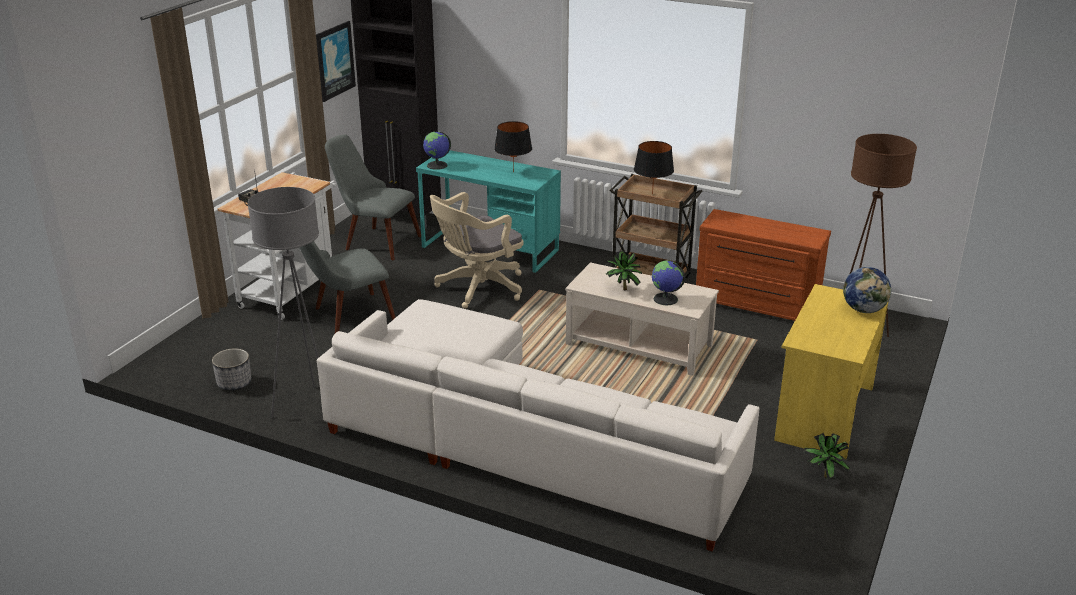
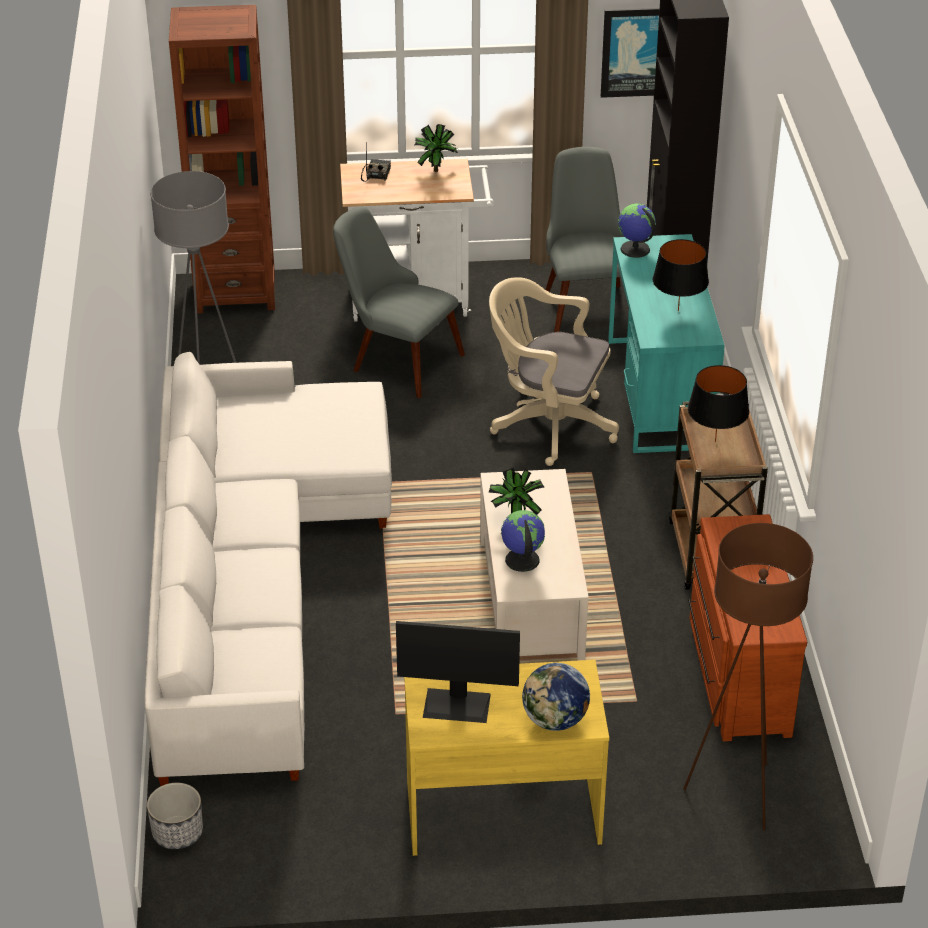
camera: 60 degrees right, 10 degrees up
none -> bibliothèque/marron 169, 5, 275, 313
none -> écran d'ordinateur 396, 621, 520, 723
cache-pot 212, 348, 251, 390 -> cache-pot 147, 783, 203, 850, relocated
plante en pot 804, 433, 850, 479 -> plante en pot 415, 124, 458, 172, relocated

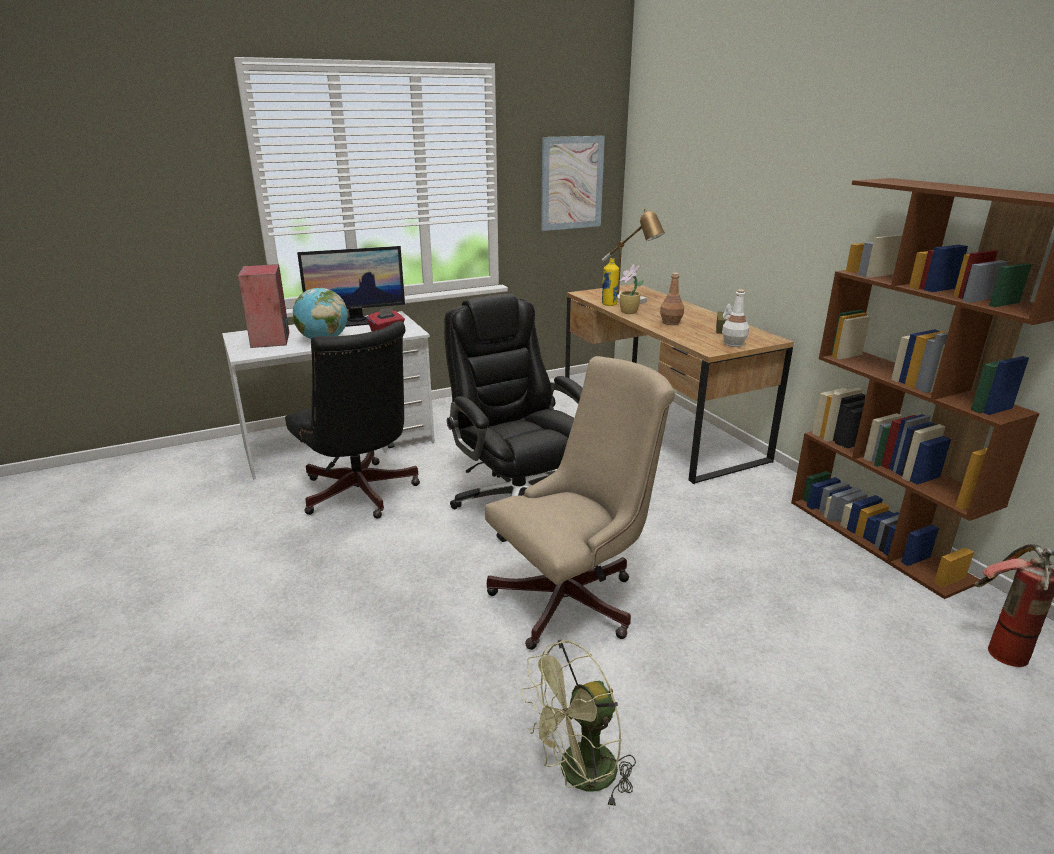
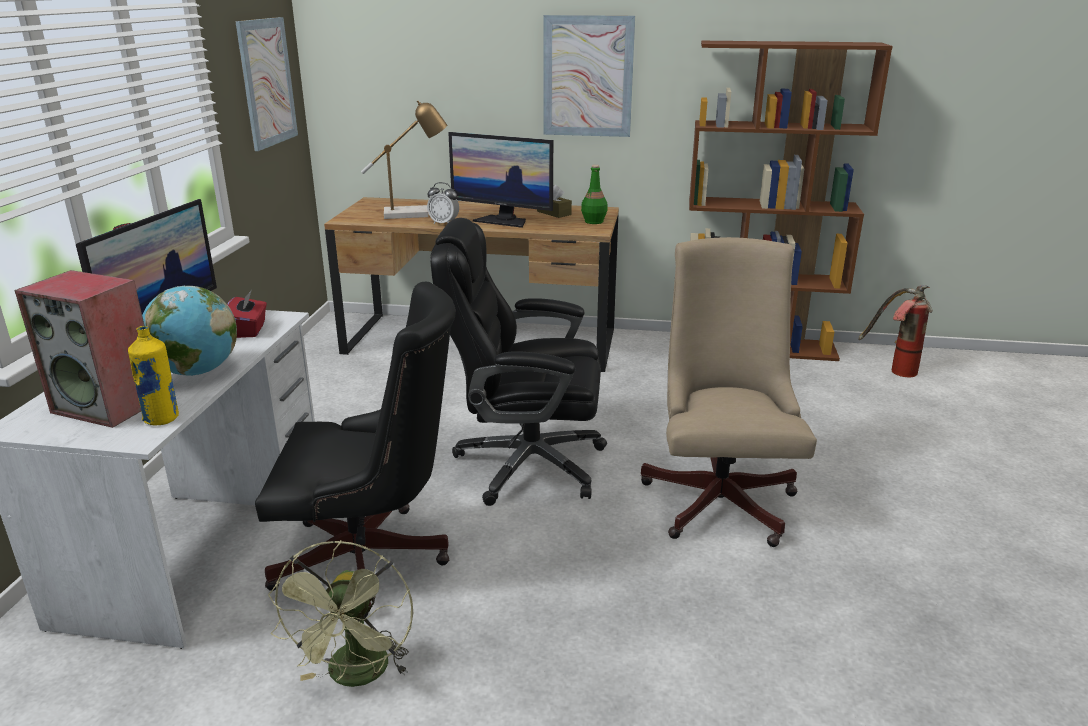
camera: 55 degrees left, 0 degrees up
none -> tableau 543, 15, 635, 137
ventilateur/vert 521, 639, 636, 810 -> ventilateur/vert 268, 540, 413, 687, relocated
bouteille/jaune 602, 258, 619, 306 -> bouteille/jaune 128, 326, 179, 425, relocated
plante en pot 619, 264, 644, 314 -> réveil 427, 182, 459, 224
bouteille/marron 660, 272, 684, 325 -> écran d'ordinateur 448, 132, 553, 228
bouteille/blanc 722, 289, 749, 347 -> bouteille/vert 581, 165, 608, 224

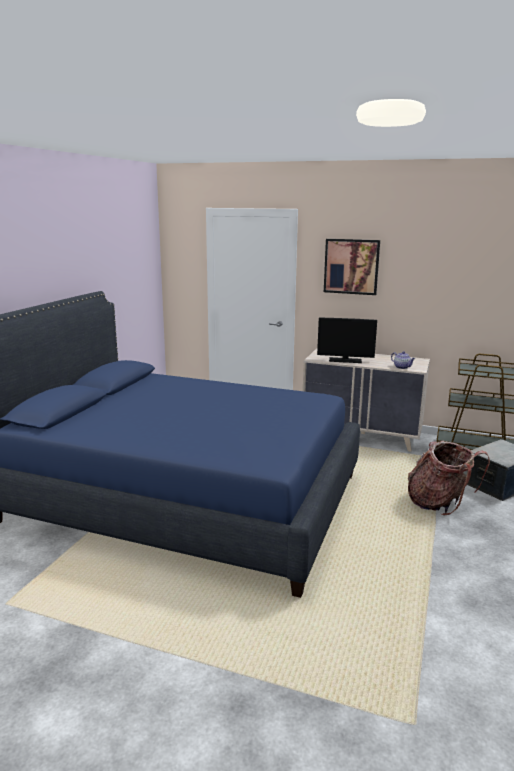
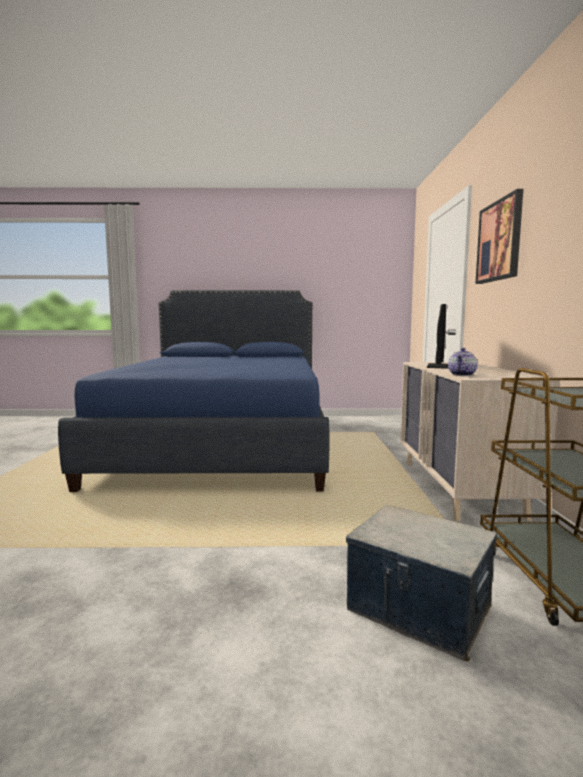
camera: 70 degrees right, 10 degrees down
sac à dos 408, 441, 490, 516 -> none
écran d'ordinateur 317, 317, 377, 363 -> écran d'ordinateur 427, 304, 448, 369, 150 degrees counterclockwise

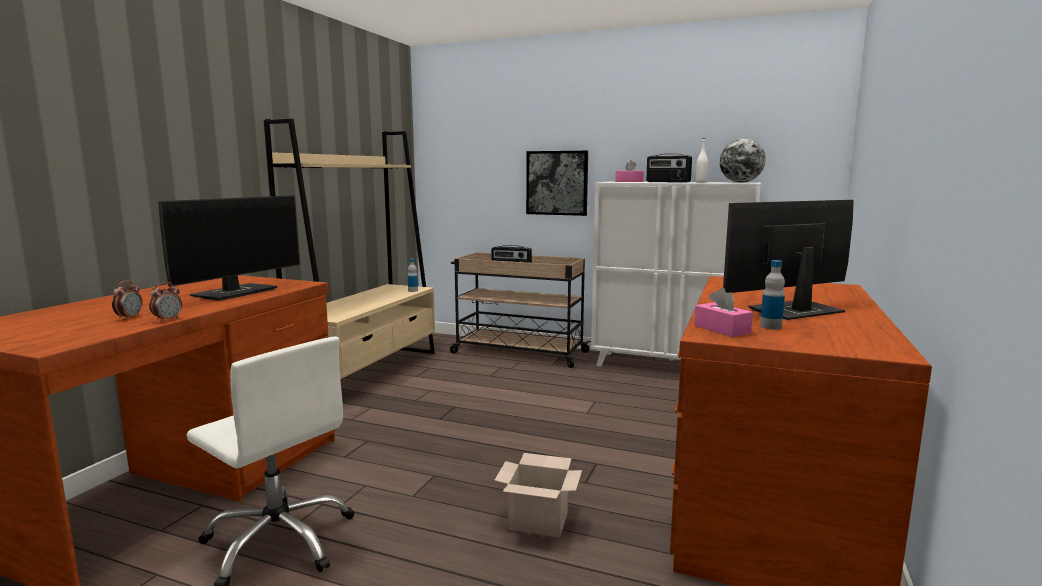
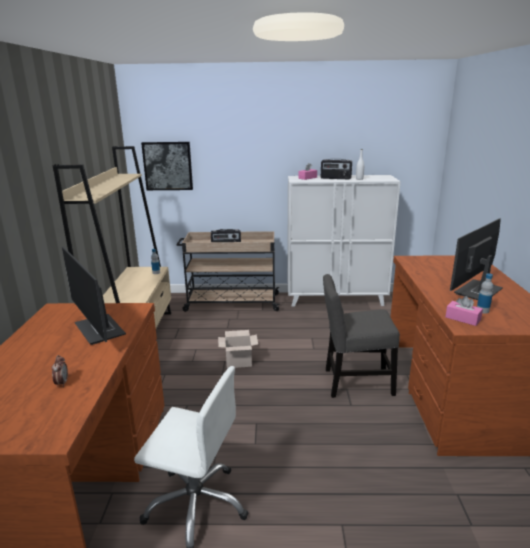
camera: 20 degrees left, 10 degrees up
réveil 149, 282, 182, 322 -> none
globe 720, 138, 766, 183 -> none
none -> chaise/gris 323, 274, 400, 398
carton 494, 453, 582, 537 -> carton 218, 330, 258, 368, relocated
tableau 526, 151, 588, 216 -> tableau 141, 142, 193, 190, relocated
écran d'ordinateur 158, 195, 300, 301 -> écran d'ordinateur 62, 247, 126, 345, 135 degrees clockwise

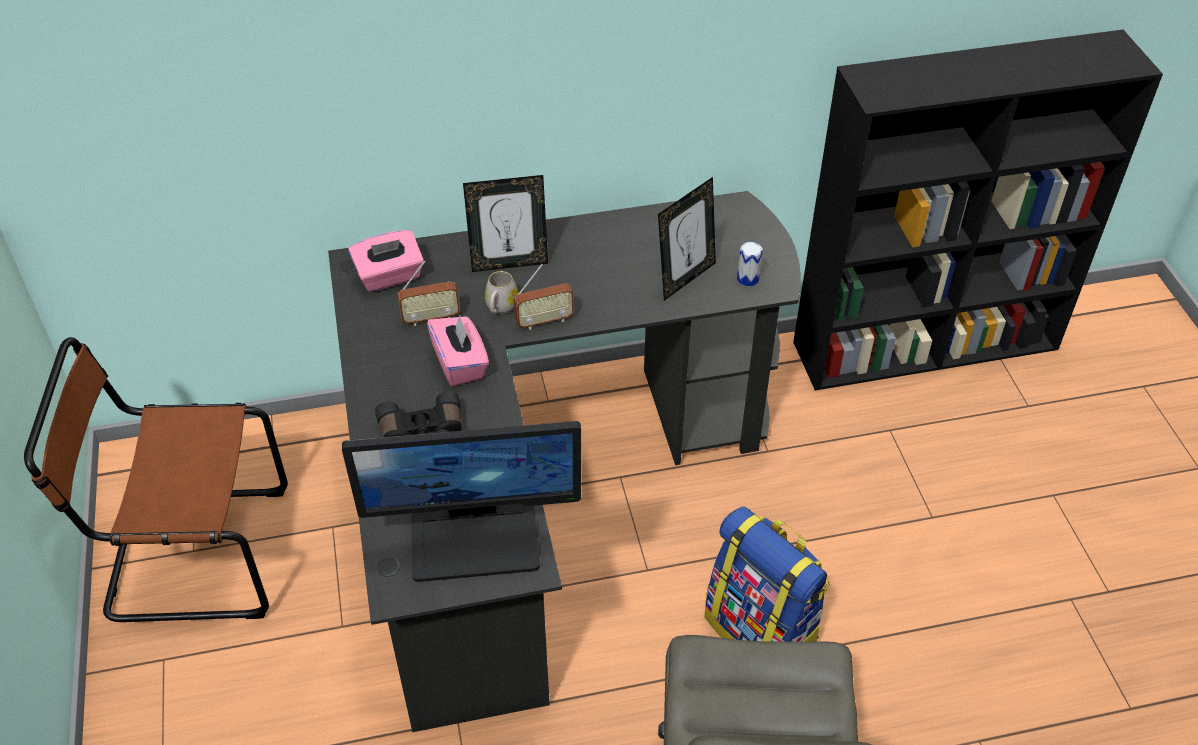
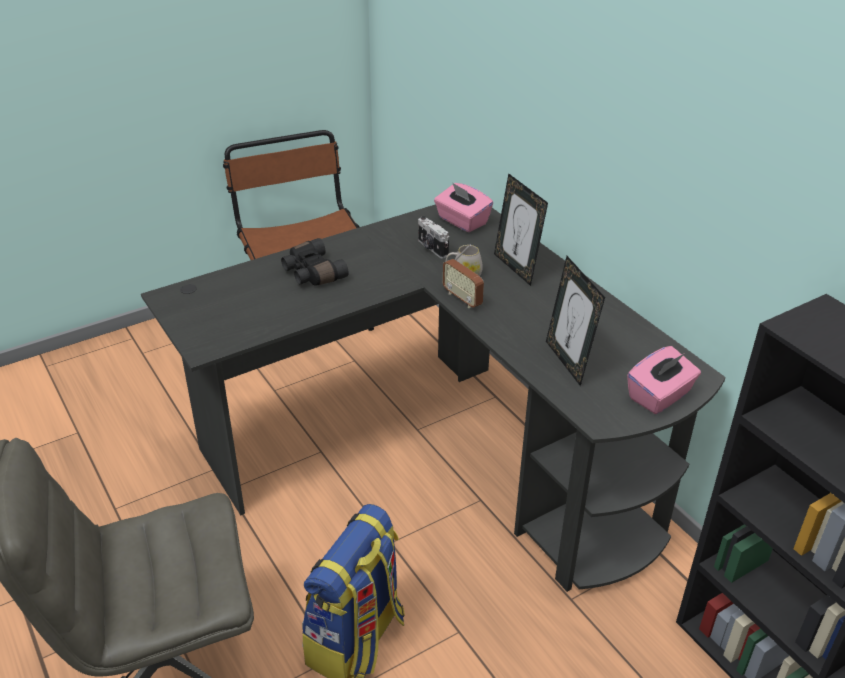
camera: 70 degrees right, 10 degrees down
écran d'ordinateur 342, 421, 581, 582 -> none
boîte métallique 737, 242, 763, 286 -> none
boîte à mouchoirs/rose 427, 315, 489, 386 -> boîte à mouchoirs/rose 627, 346, 701, 414, relocated
radio 398, 261, 460, 326 -> appareil photo 418, 216, 449, 259
cadre photo 658, 177, 716, 301 -> cadre photo 546, 256, 605, 386, 45 degrees clockwise

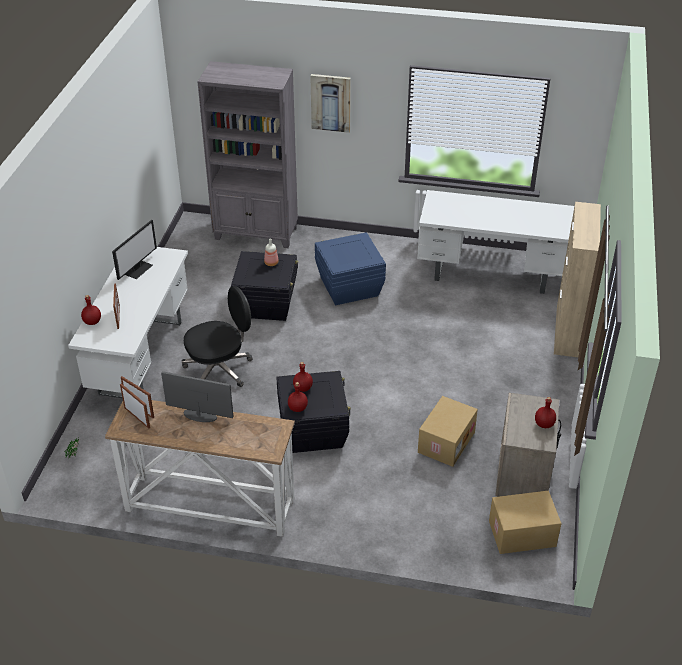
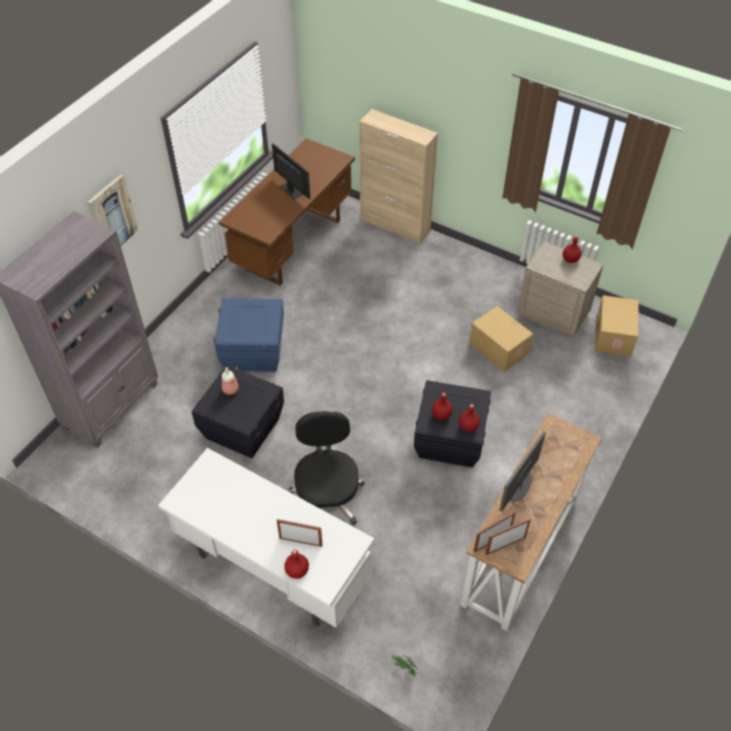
camera: 70 degrees left, 10 degrees up
écran d'ordinateur 112, 220, 157, 280 -> écran d'ordinateur 272, 143, 310, 199, relocated
bureau/blanc 417, 190, 574, 294 -> bureau/marron 219, 138, 355, 286

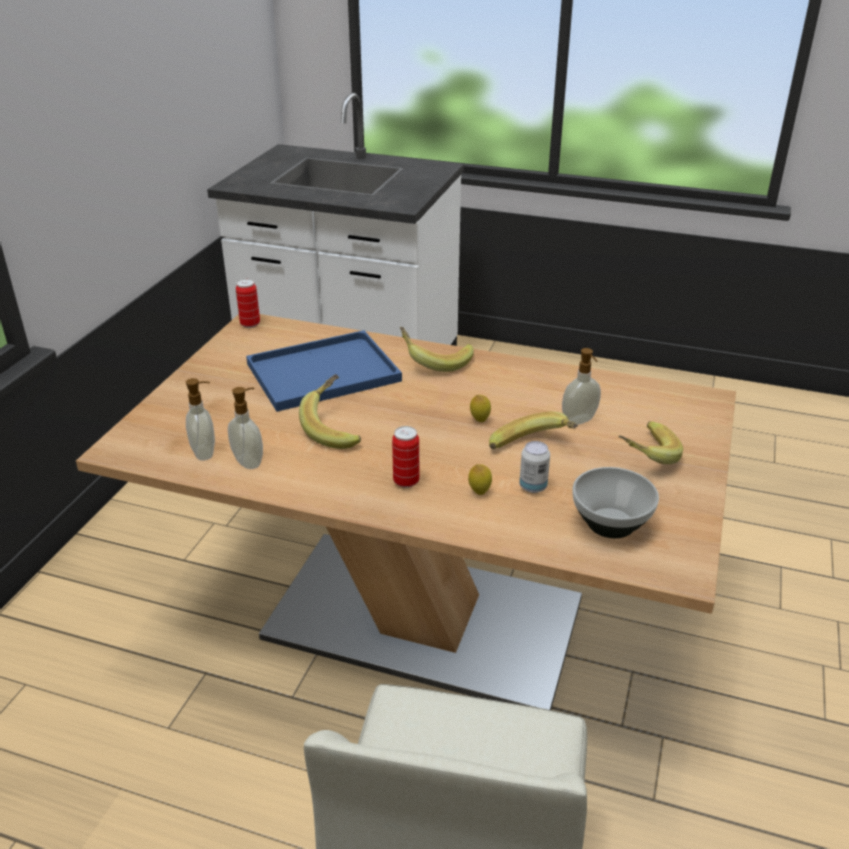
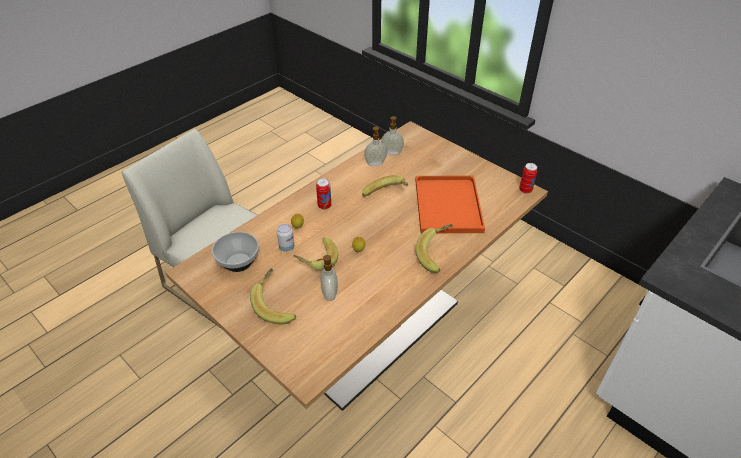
camera: 115 degrees right, 10 degrees up
plateau/bleu 246, 330, 402, 412 -> plateau/orange 415, 176, 485, 233

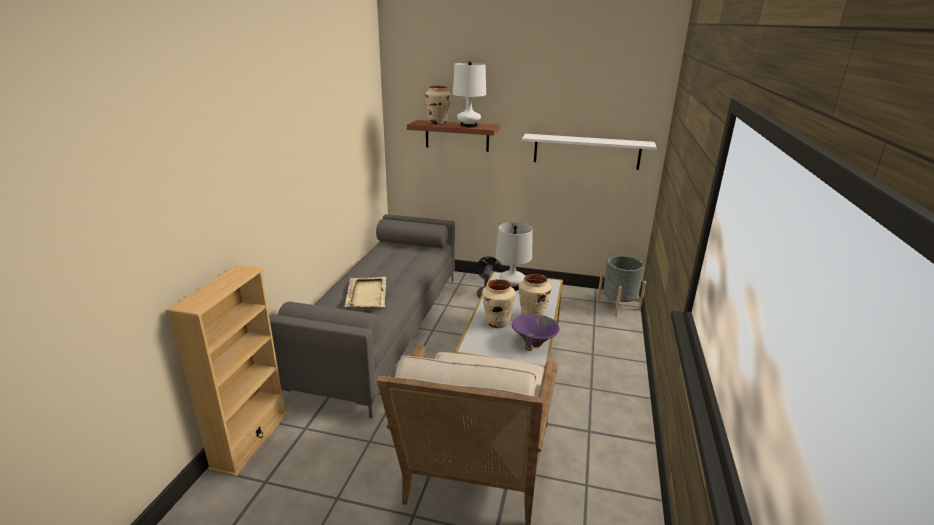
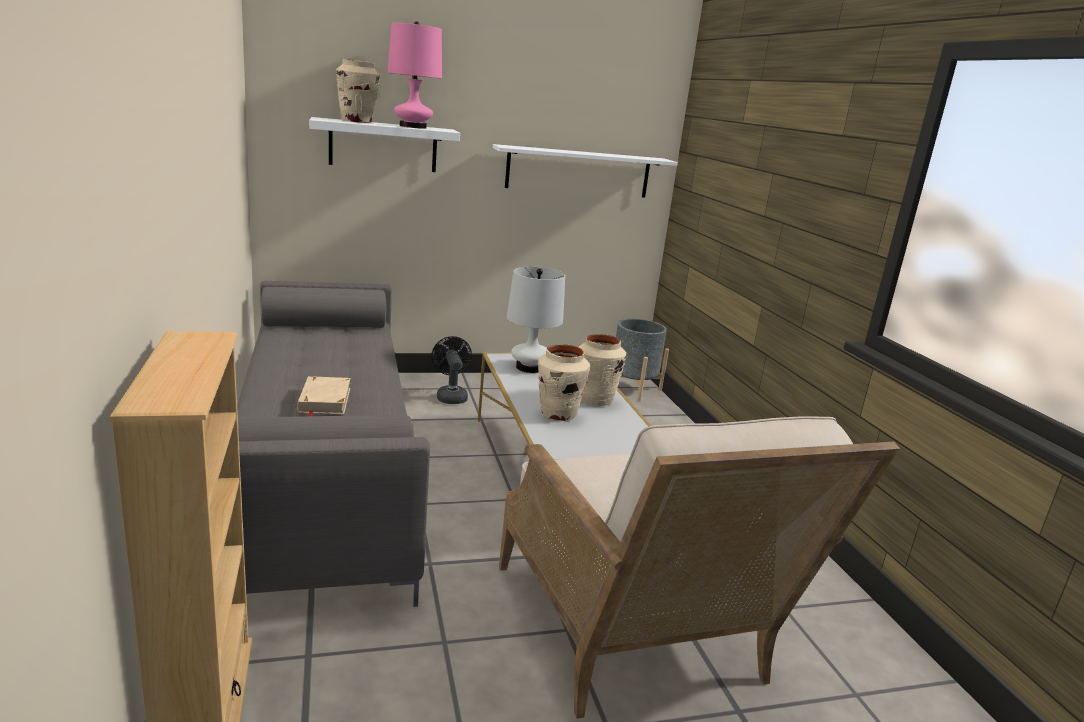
camera: 30 degrees left, 5 degrees down
bol/violet 512, 314, 560, 351 -> none
plateau/beige 345, 277, 386, 308 -> livre/beige 297, 376, 351, 416
étagère/marron 407, 120, 500, 152 -> étagère/blanc 309, 117, 460, 172
lampe de table/blanc 453, 61, 486, 128 -> lampe de table/rose 387, 21, 442, 129

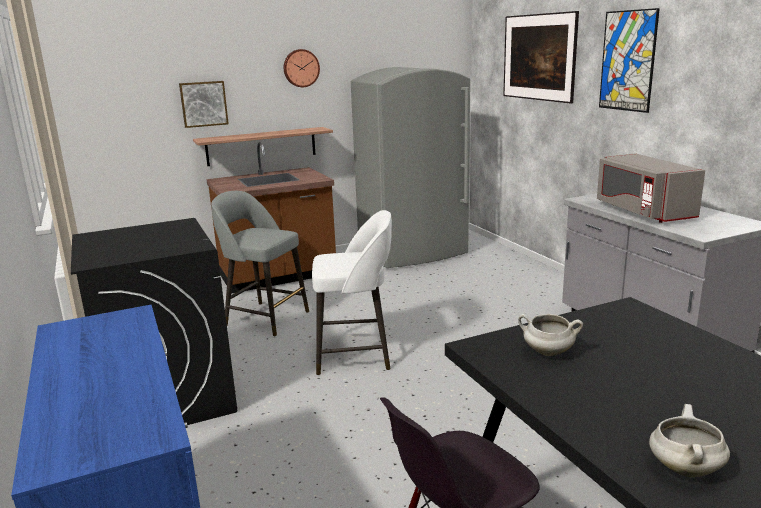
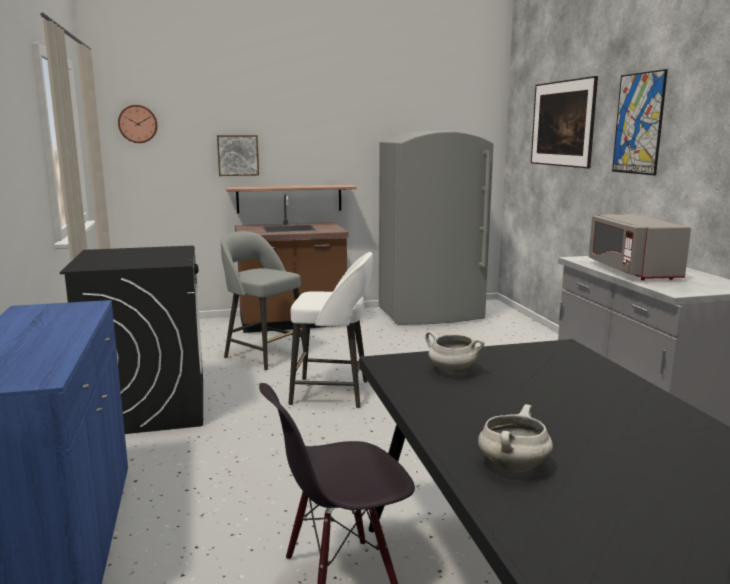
camera: 10 degrees right, 5 degrees down
horloge murale 284, 49, 320, 87 -> horloge murale 118, 105, 158, 143, relocated

